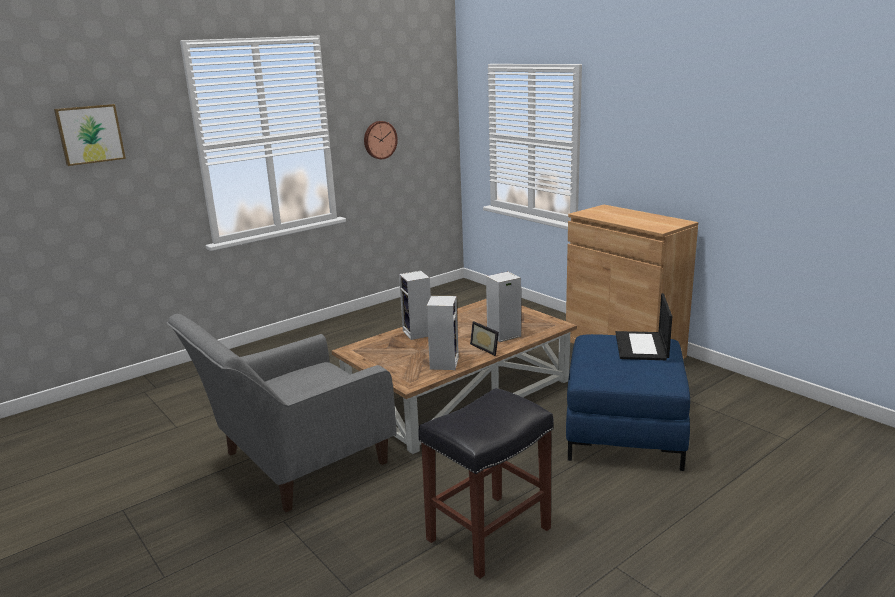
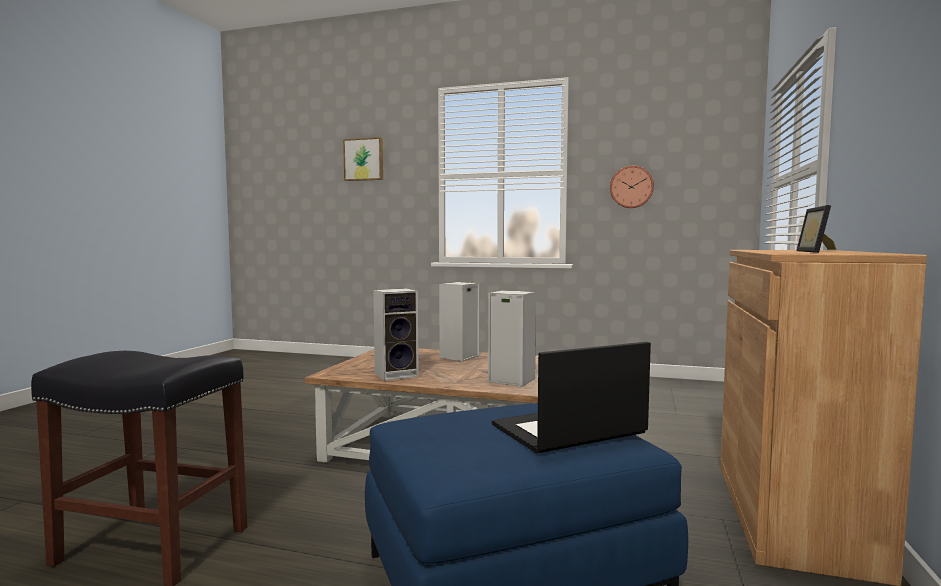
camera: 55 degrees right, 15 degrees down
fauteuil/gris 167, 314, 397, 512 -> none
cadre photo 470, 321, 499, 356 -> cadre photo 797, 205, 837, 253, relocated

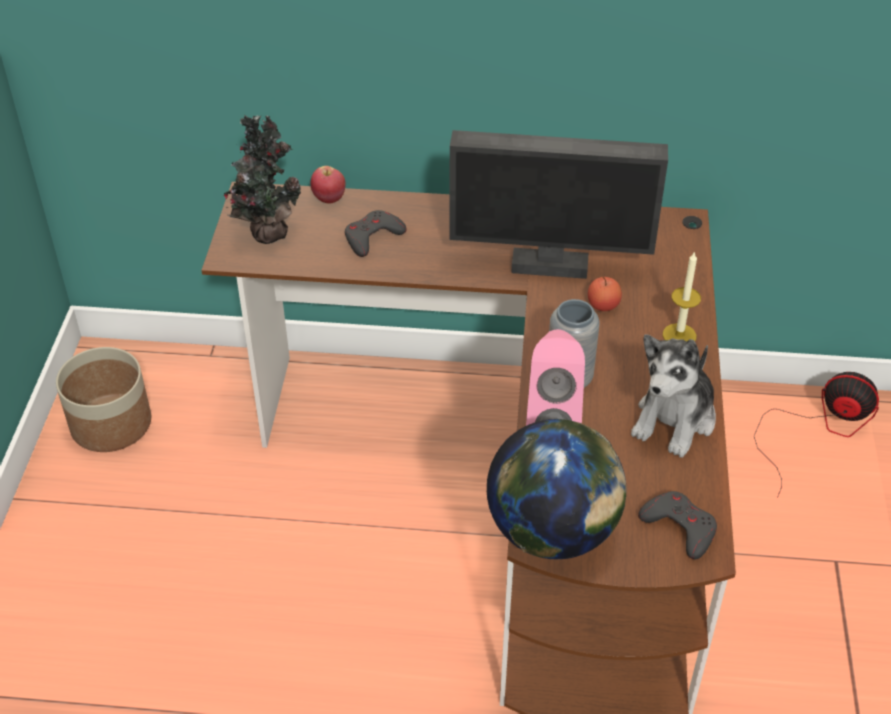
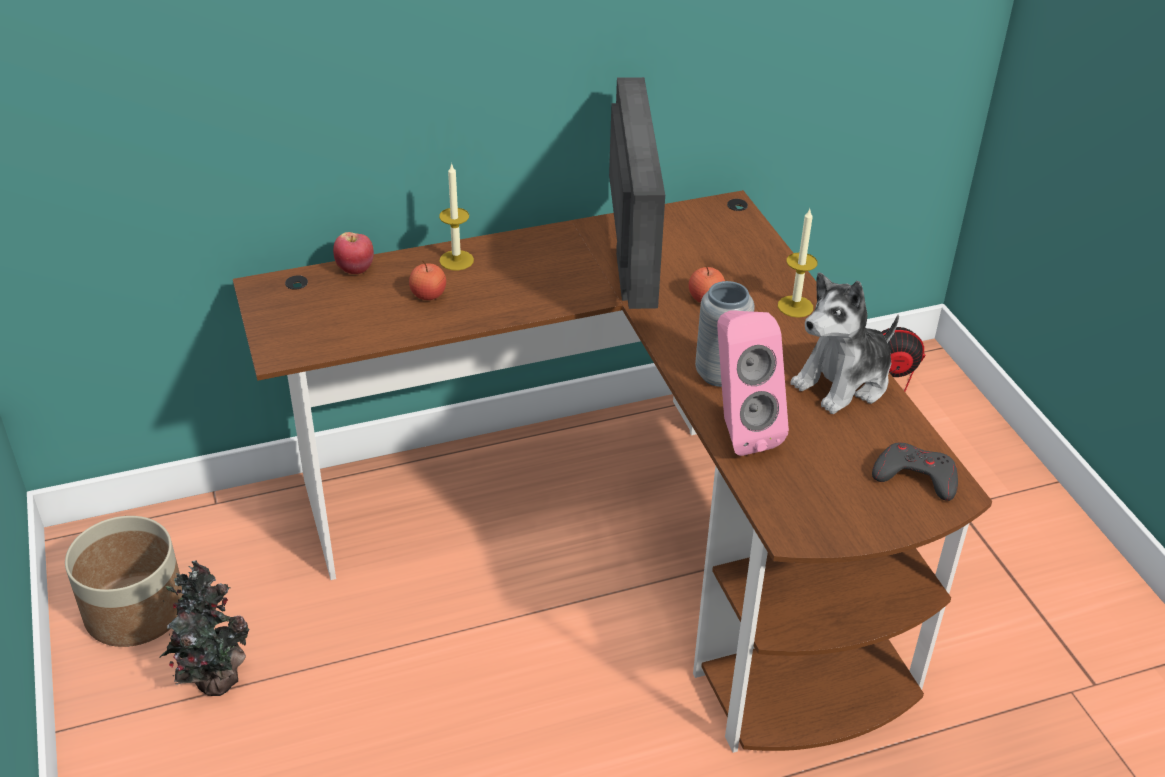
camera: 25 degrees left, 5 degrees down
globe 487, 419, 626, 559 -> none
none -> bougie 439, 163, 474, 270
plante en pot 224, 115, 301, 244 -> plante en pot 159, 560, 249, 696, relocated
manette/gris 345, 210, 407, 257 -> pomme 409, 260, 446, 300
écran d'ordinateur 449, 130, 668, 279 -> écran d'ordinateur 609, 77, 665, 309, 75 degrees counterclockwise
peluche 631, 335, 716, 457 -> peluche 790, 272, 899, 414, 45 degrees clockwise

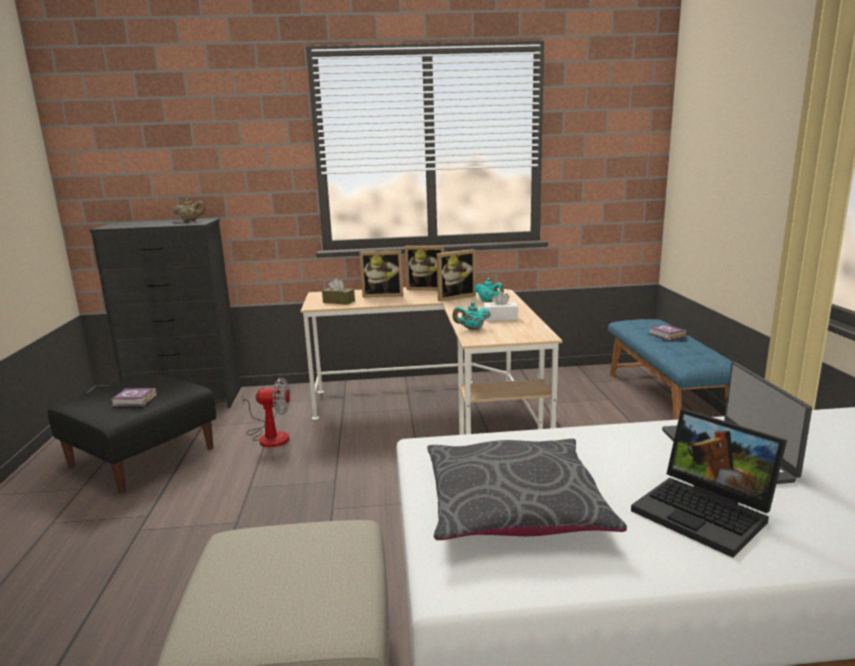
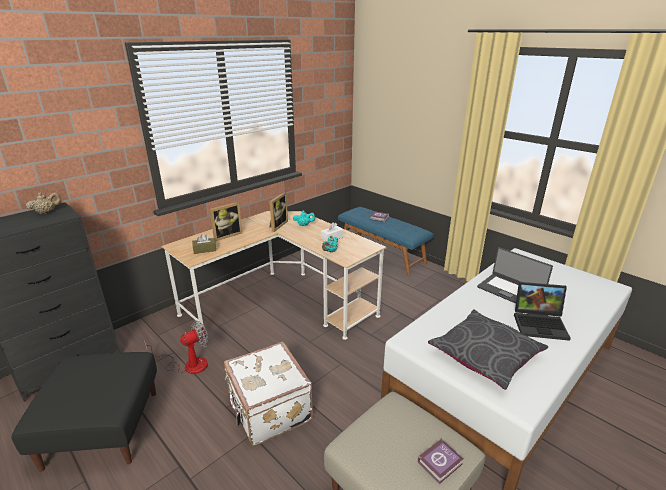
camera: 40 degrees left, 10 degrees up
cadre photo 405, 246, 445, 291 -> none
none -> valise/blanc 224, 342, 313, 446
livre 110, 388, 157, 407 -> livre 418, 439, 463, 484, relocated

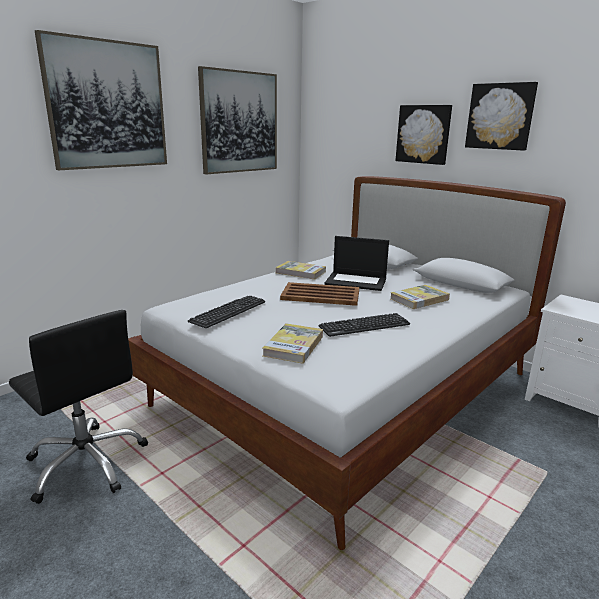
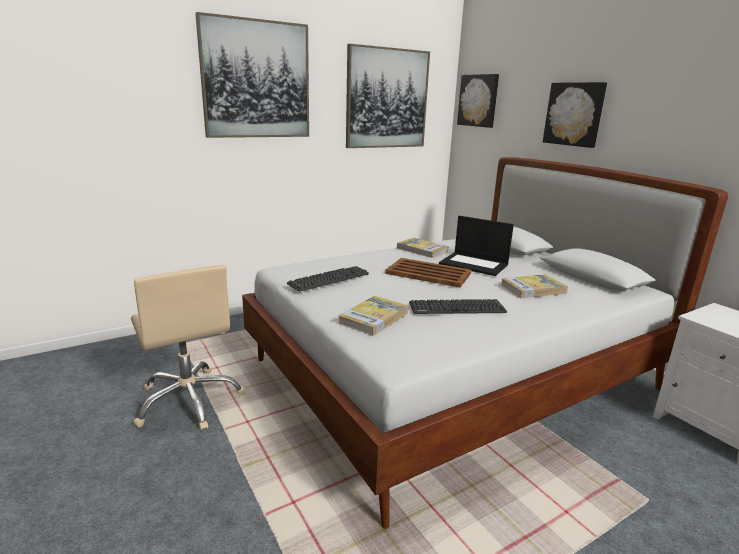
camera: 15 degrees right, 0 degrees up
tableau 465, 82, 538, 151 -> tableau 457, 74, 499, 128, relocated
chaise de bureau/noir 9, 310, 148, 504 -> chaise de bureau/beige 131, 265, 246, 431

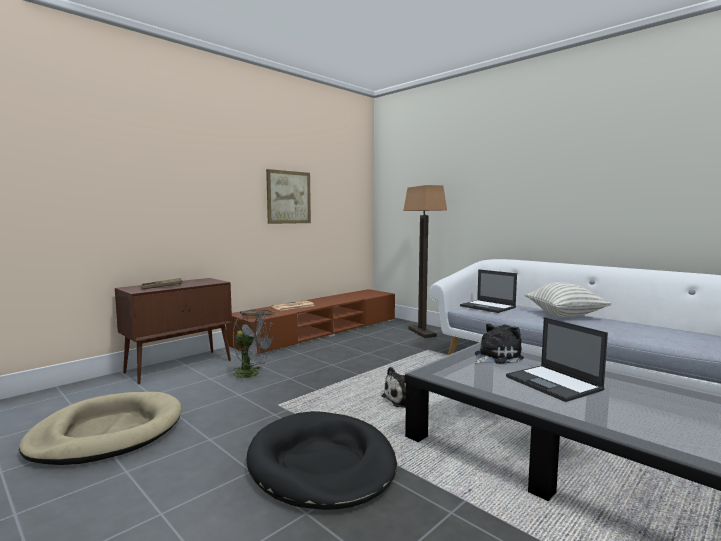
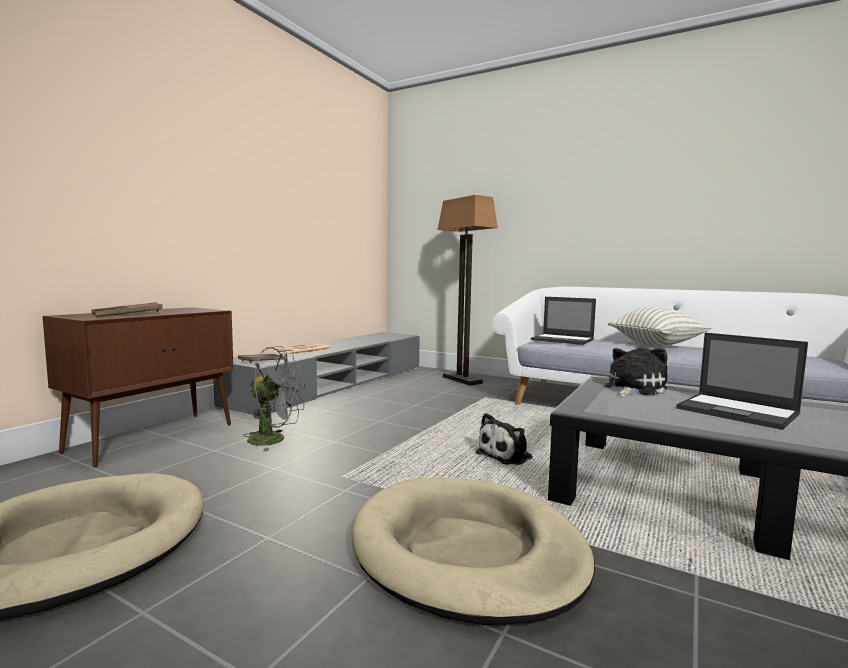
camera: 15 degrees left, 0 degrees up
tableau 266, 169, 311, 224 -> none
meuble télé/marron 226, 289, 395, 354 -> meuble télé/gris 213, 332, 420, 419
panier pour chien/noir 246, 411, 397, 510 -> panier pour chien/beige 351, 478, 595, 625

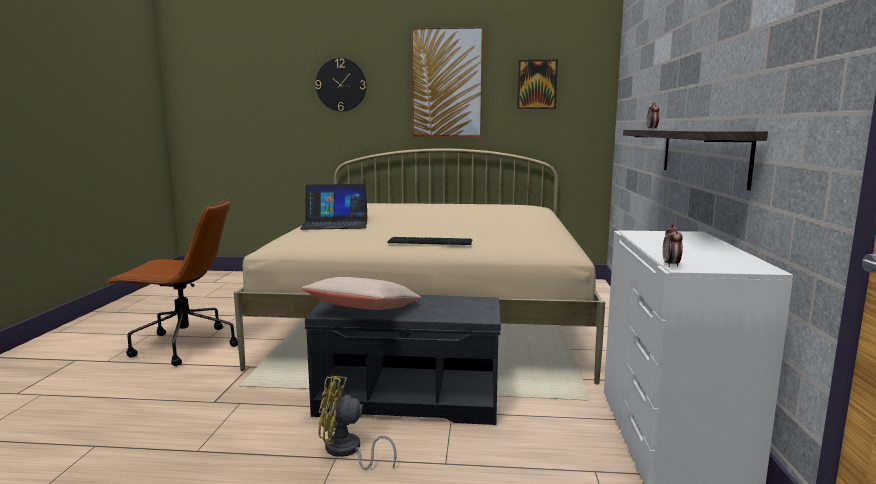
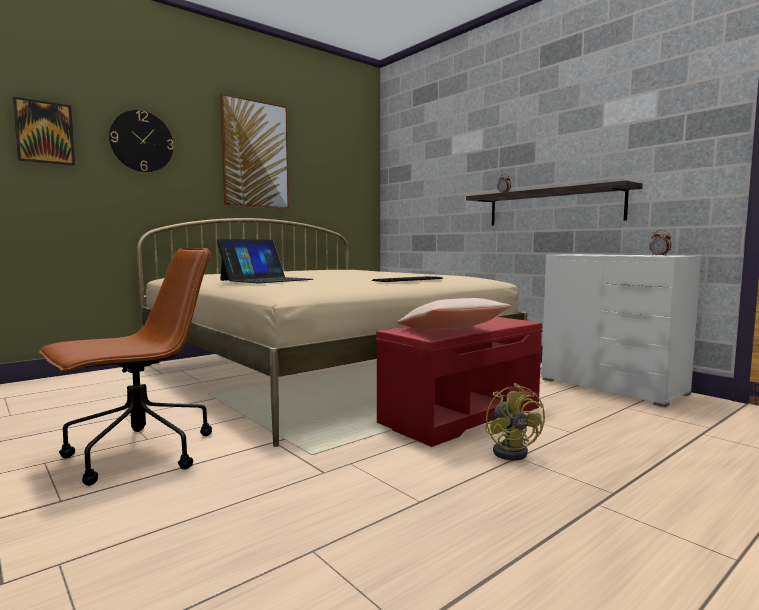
camera: 45 degrees left, 5 degrees down
tableau 517, 60, 558, 109 -> tableau 13, 97, 75, 166, relocated
banc/gris 305, 295, 501, 425 -> banc/rouge 376, 317, 542, 447
ventilateur/jaune 318, 376, 397, 470 -> ventilateur/jaune 485, 383, 545, 460, 60 degrees counterclockwise

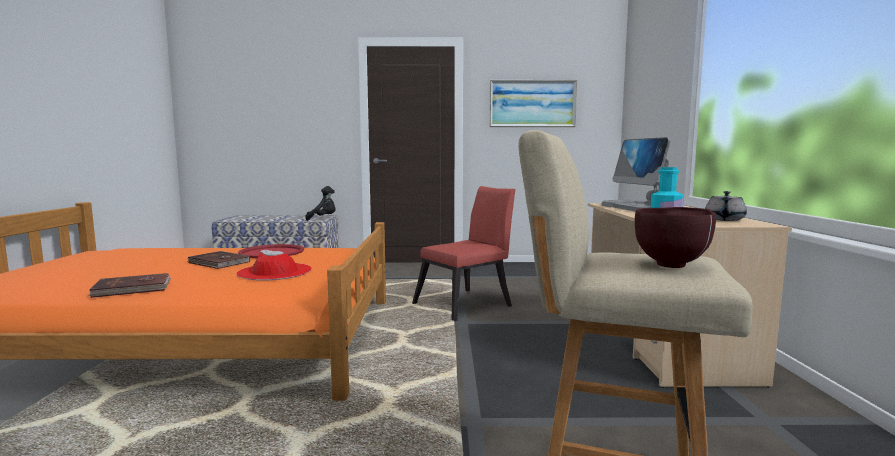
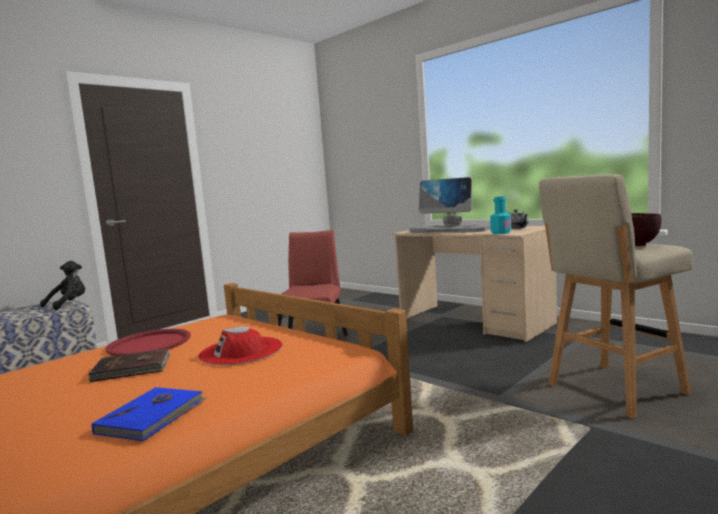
camera: 45 degrees left, 0 degrees up
tableau 489, 80, 577, 127 -> none
livre/marron 89, 273, 171, 298 -> livre/bleu 92, 387, 206, 441

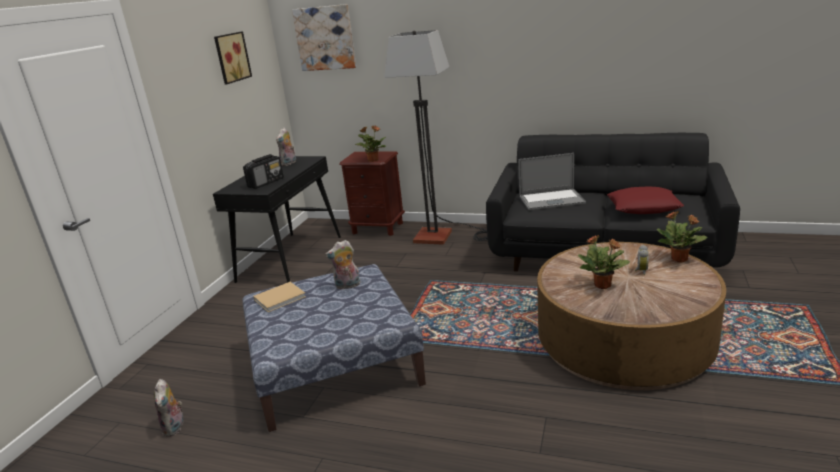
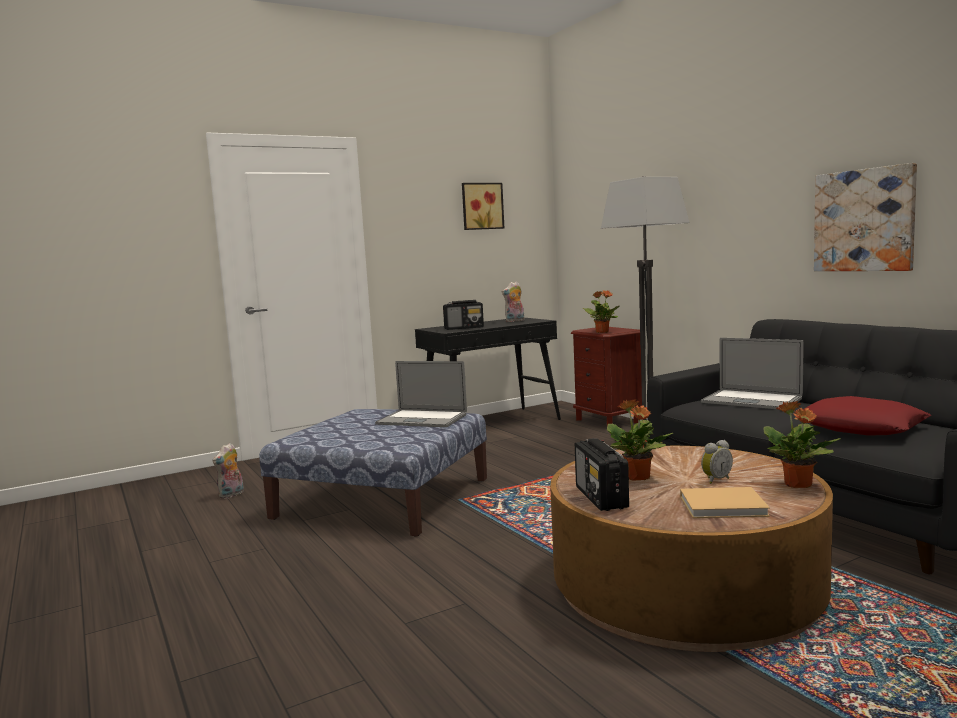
camera: 40 degrees right, 15 degrees down
none -> radio 575, 438, 629, 511
livre/beige 253, 282, 306, 312 -> livre/beige 680, 487, 770, 518, relocated
tableau 292, 4, 356, 71 -> tableau 814, 163, 917, 271, relocated
peluche 325, 240, 361, 289 -> ordinateur portable 375, 361, 467, 427

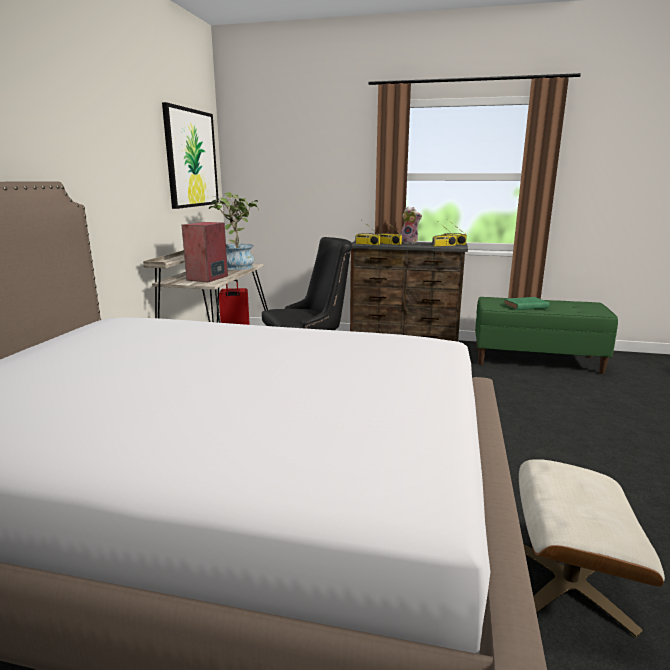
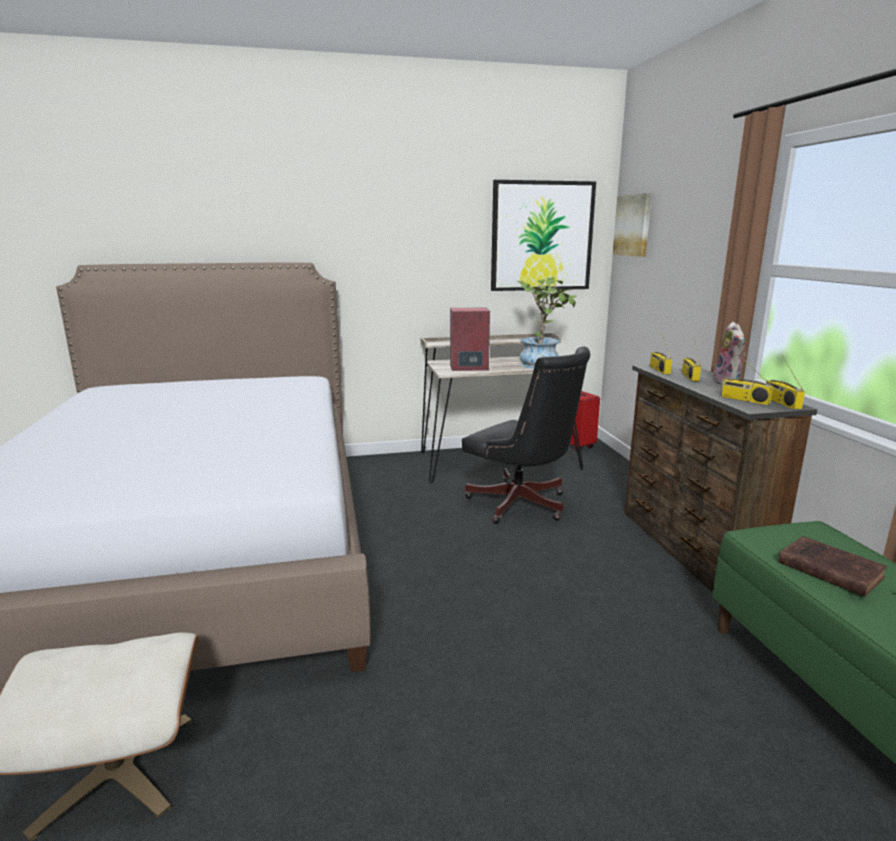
camera: 65 degrees right, 0 degrees up
none -> tableau 613, 193, 652, 257
livre/vert 504, 297, 549, 310 -> livre/marron 778, 536, 888, 597

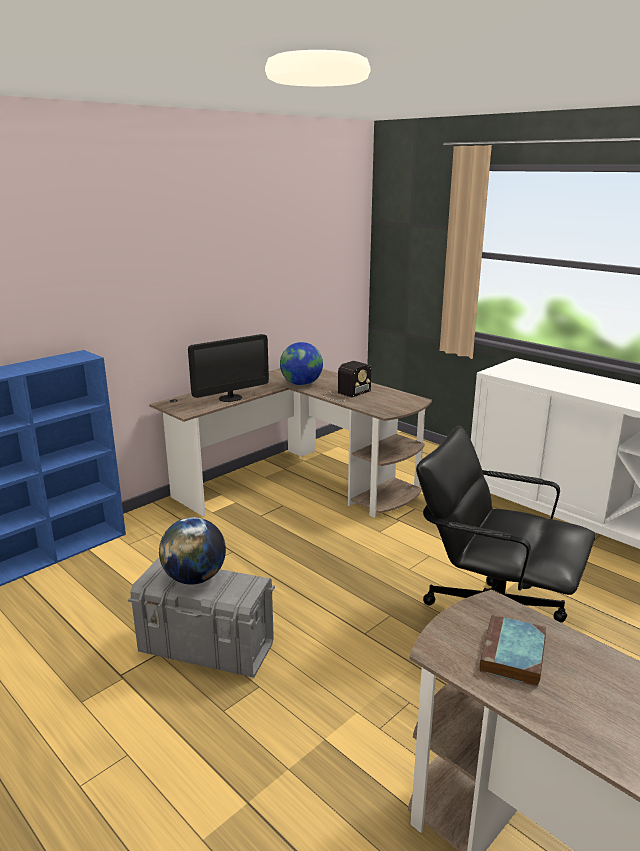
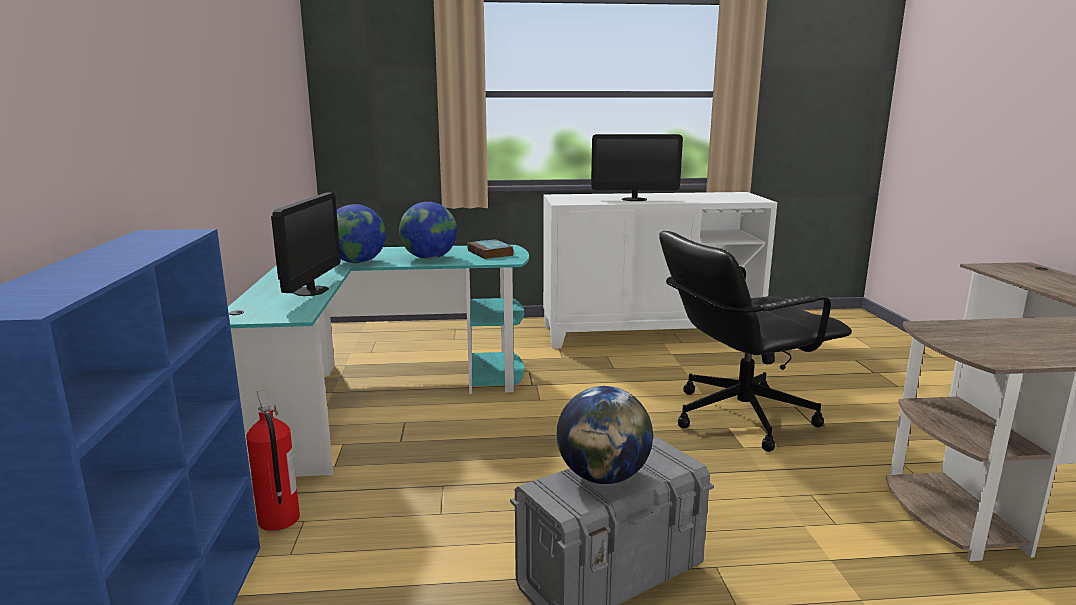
camera: 50 degrees left, 5 degrees down
none -> extincteur 246, 390, 300, 531
none -> écran d'ordinateur 591, 134, 683, 201
livre 480, 615, 546, 687 -> livre 467, 239, 514, 259, relocated
radio 323, 361, 371, 401 -> globe 399, 202, 457, 259
bureau/marron 149, 368, 432, 518 -> bureau/turquoise 228, 245, 529, 479

